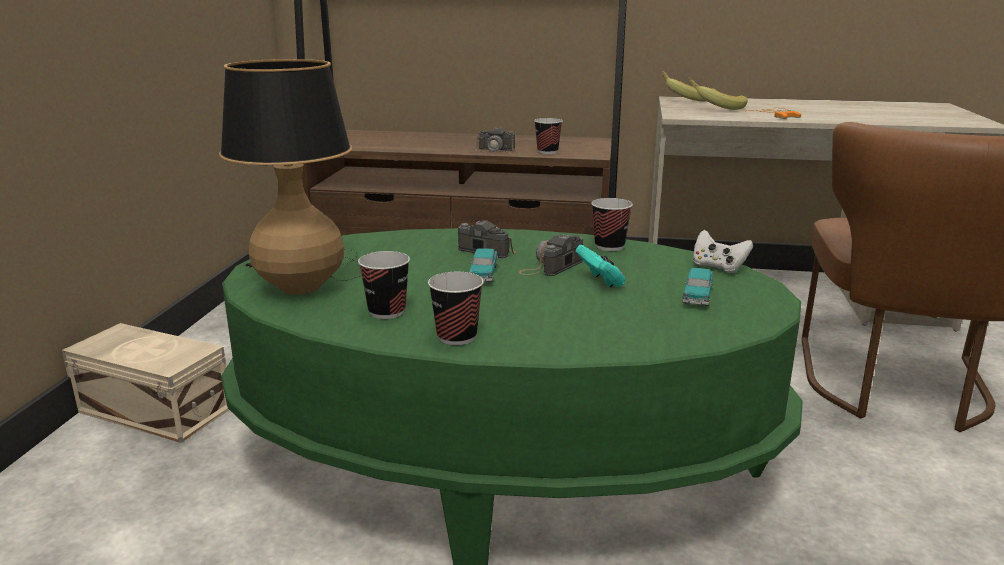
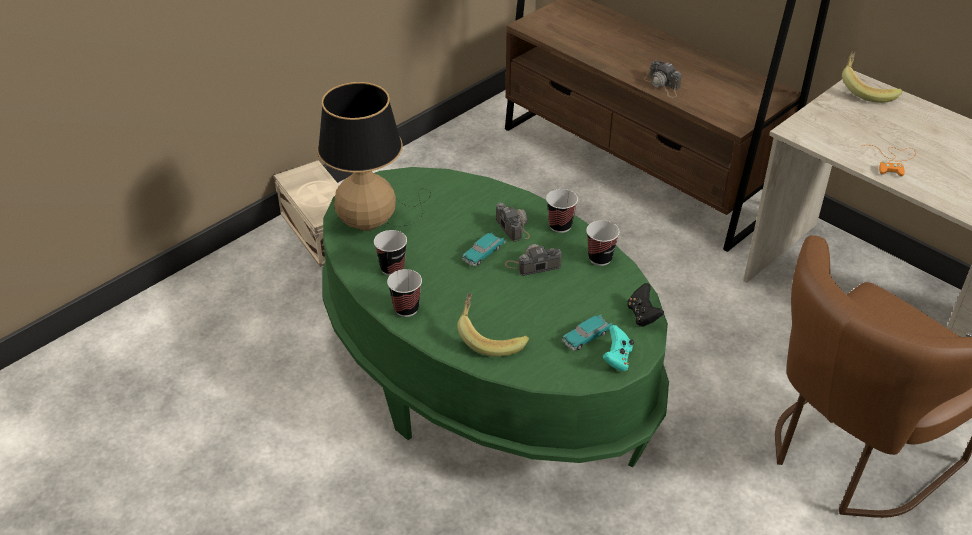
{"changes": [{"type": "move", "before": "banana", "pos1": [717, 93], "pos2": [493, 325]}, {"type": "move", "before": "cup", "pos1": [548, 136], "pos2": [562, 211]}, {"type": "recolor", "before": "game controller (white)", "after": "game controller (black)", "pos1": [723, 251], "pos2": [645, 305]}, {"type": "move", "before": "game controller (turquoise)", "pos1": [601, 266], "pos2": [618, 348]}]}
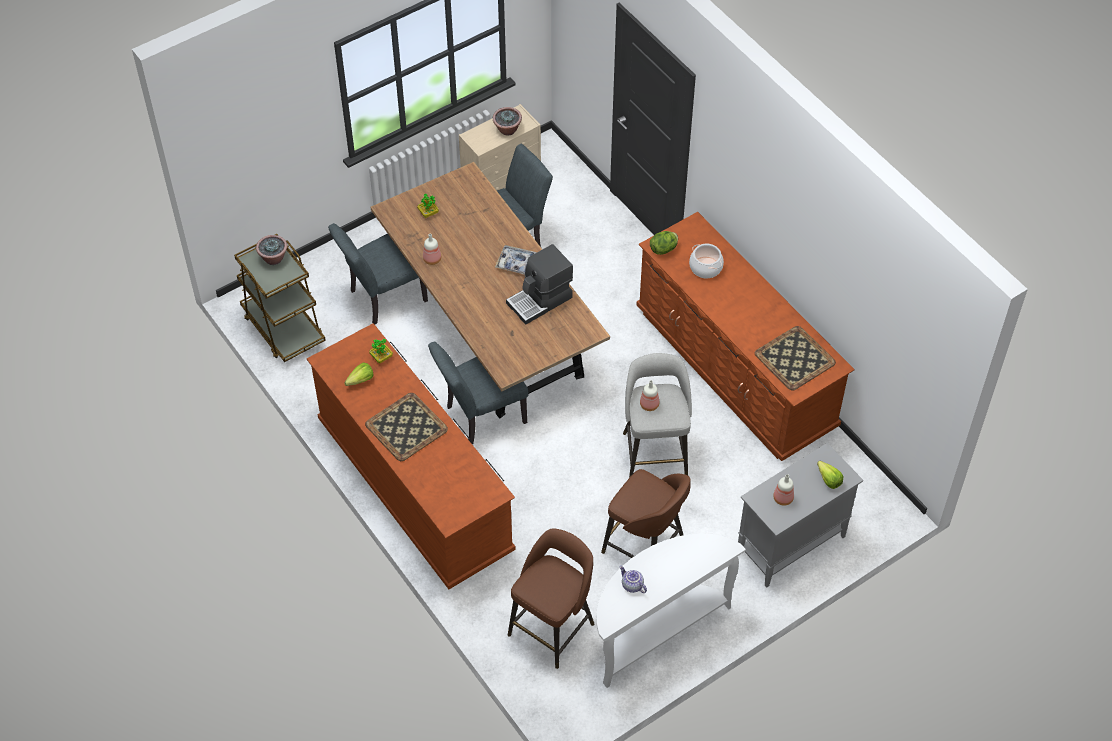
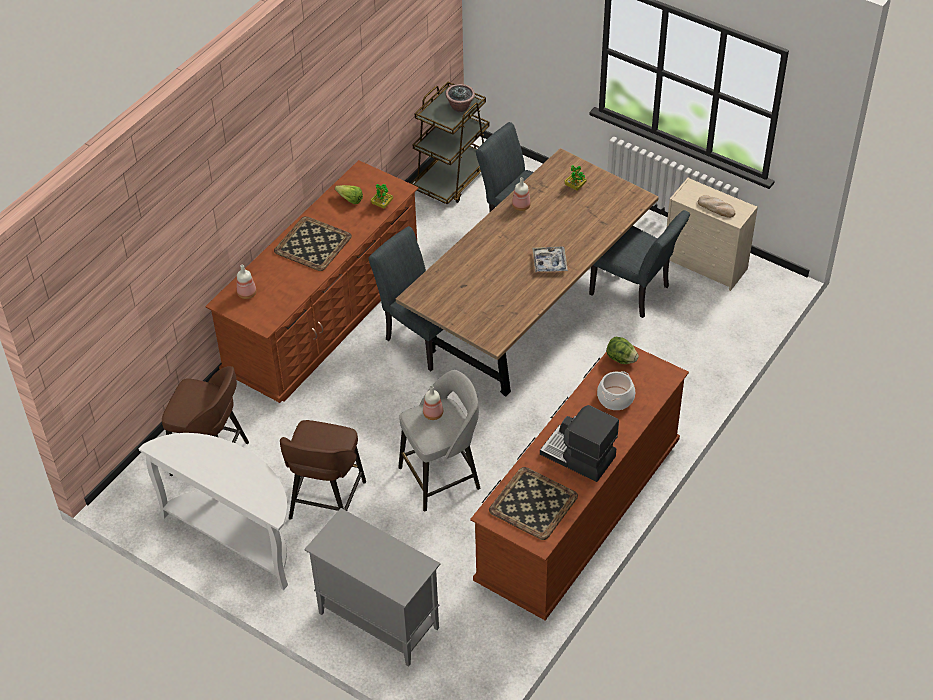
{"changes": [{"type": "replace", "before": "potted plant", "after": "bread", "pos1": [507, 121], "pos2": [716, 206]}, {"type": "move", "before": "coffee machine", "pos1": [539, 284], "pos2": [579, 443]}, {"type": "delete", "before": "lettuce", "pos1": [830, 475]}, {"type": "move", "before": "bottle", "pos1": [783, 490], "pos2": [246, 282]}, {"type": "delete", "before": "teapot", "pos1": [633, 579]}]}
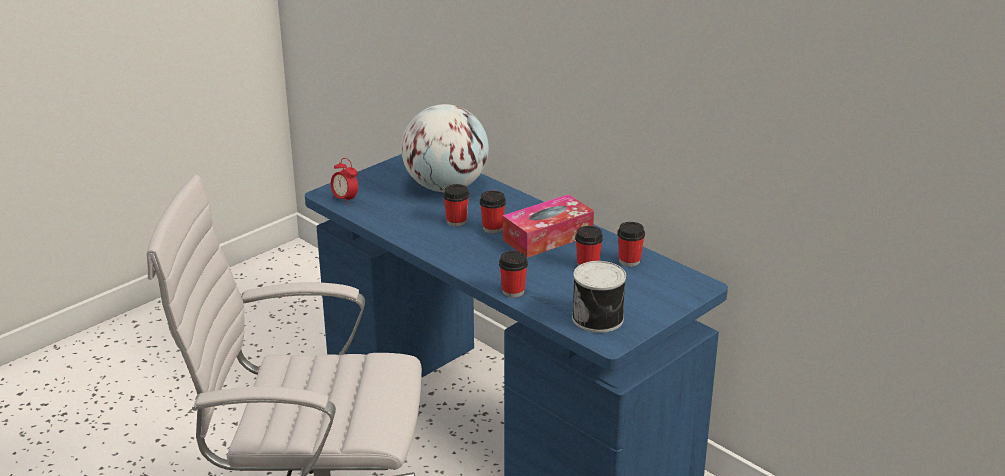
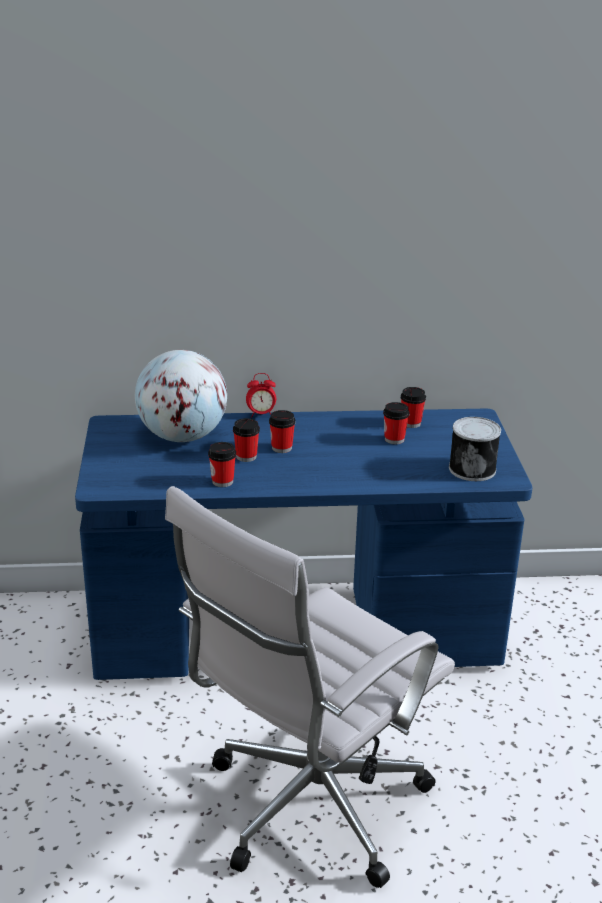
{"changes": [{"type": "move", "before": "alarm clock", "pos1": [344, 181], "pos2": [261, 395]}, {"type": "delete", "before": "tissue box", "pos1": [548, 226]}, {"type": "move", "before": "cup", "pos1": [513, 274], "pos2": [222, 464]}]}
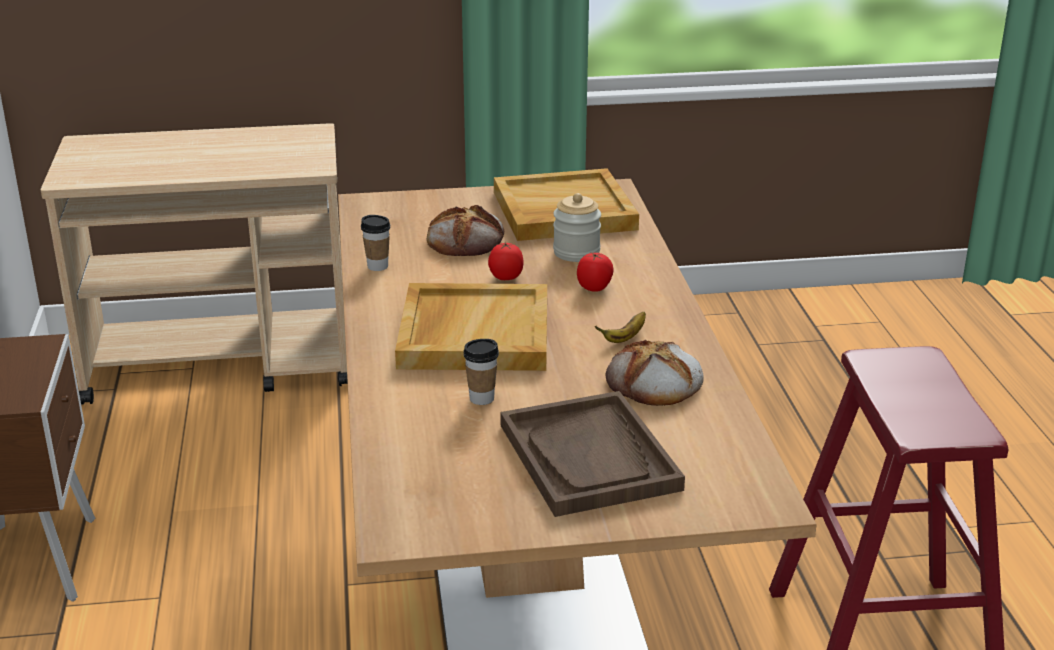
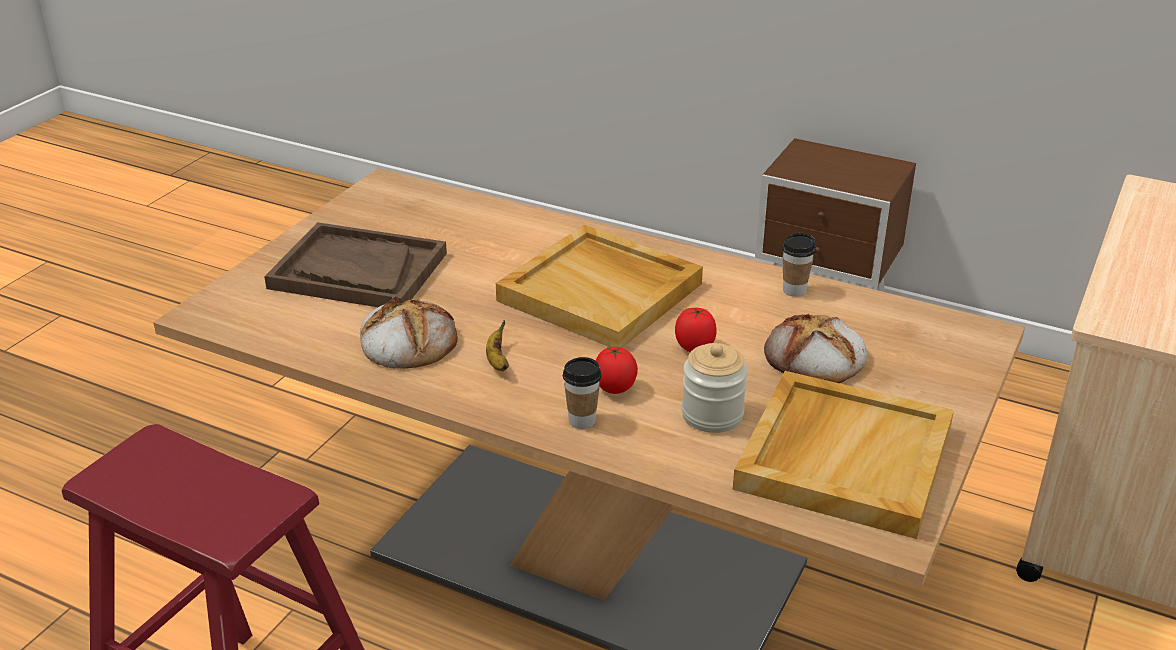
{"changes": [{"type": "move", "before": "cup", "pos1": [481, 372], "pos2": [582, 393]}]}
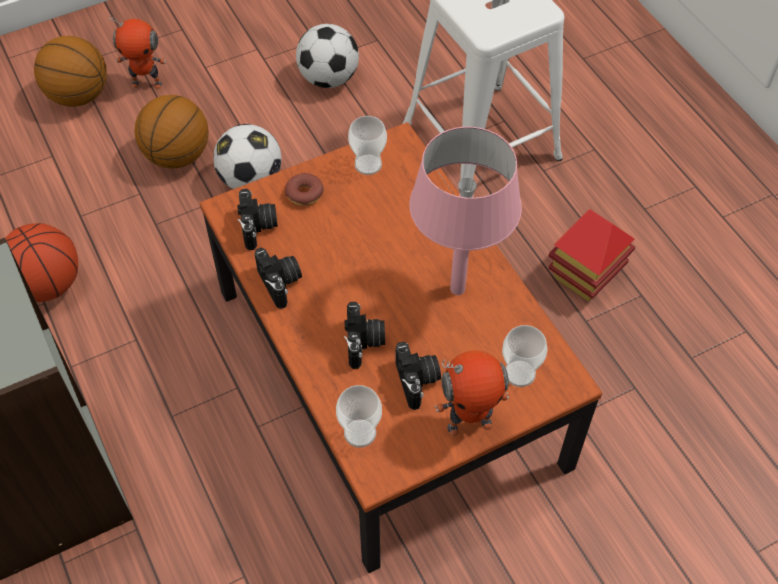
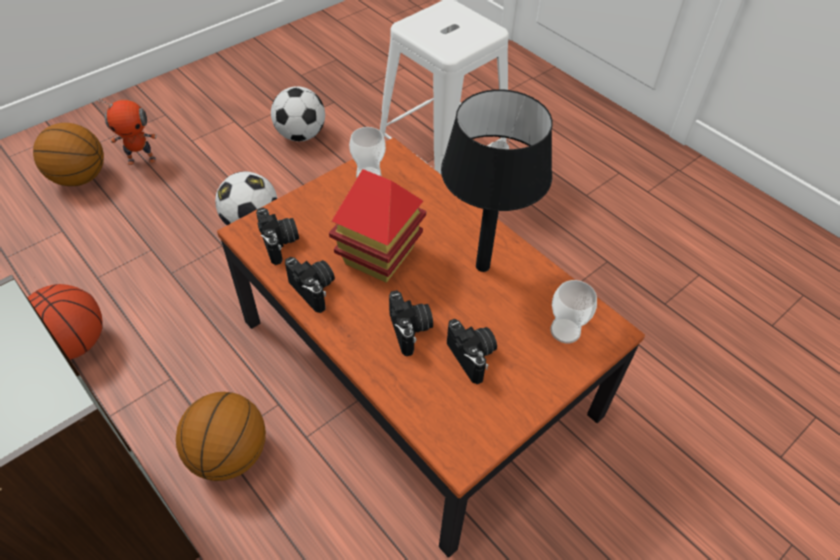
{"changes": [{"type": "move", "before": "basketball", "pos1": [171, 132], "pos2": [221, 436]}, {"type": "recolor", "before": "table lamp (pink)", "after": "table lamp (black)", "pos1": [466, 211], "pos2": [496, 180]}, {"type": "delete", "before": "donut", "pos1": [304, 189]}, {"type": "move", "before": "toy house", "pos1": [591, 255], "pos2": [377, 226]}, {"type": "delete", "before": "toy robot", "pos1": [472, 393]}, {"type": "delete", "before": "cup", "pos1": [359, 416]}]}
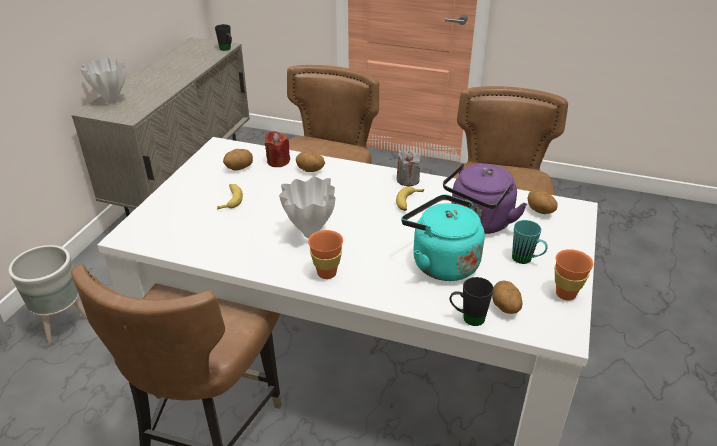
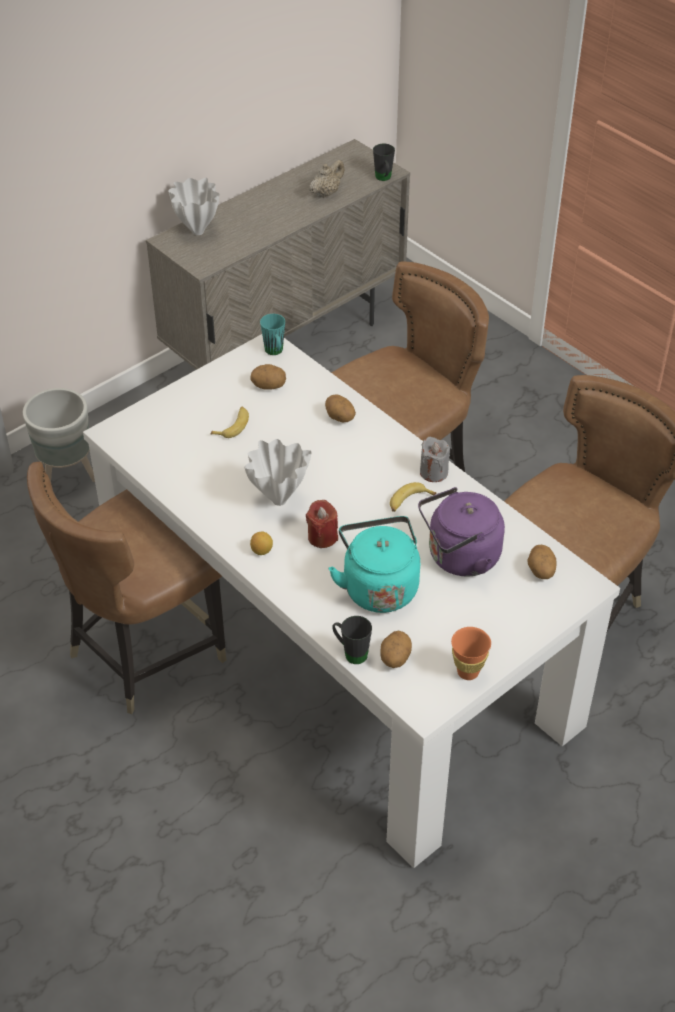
{"changes": [{"type": "move", "before": "candle (red)", "pos1": [277, 149], "pos2": [322, 524]}, {"type": "move", "before": "mug (turquoise)", "pos1": [530, 242], "pos2": [272, 334]}, {"type": "replace", "before": "cup (orange)", "after": "lemon", "pos1": [325, 254], "pos2": [261, 543]}, {"type": "insert", "after": "teapot (beige)", "pos2": [326, 179]}]}
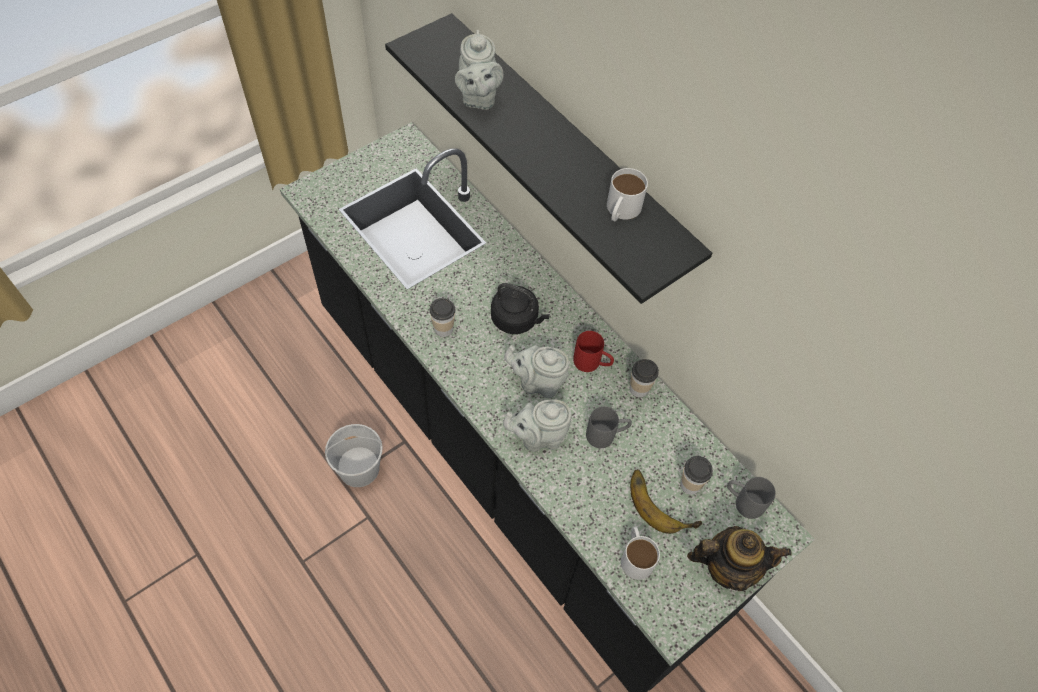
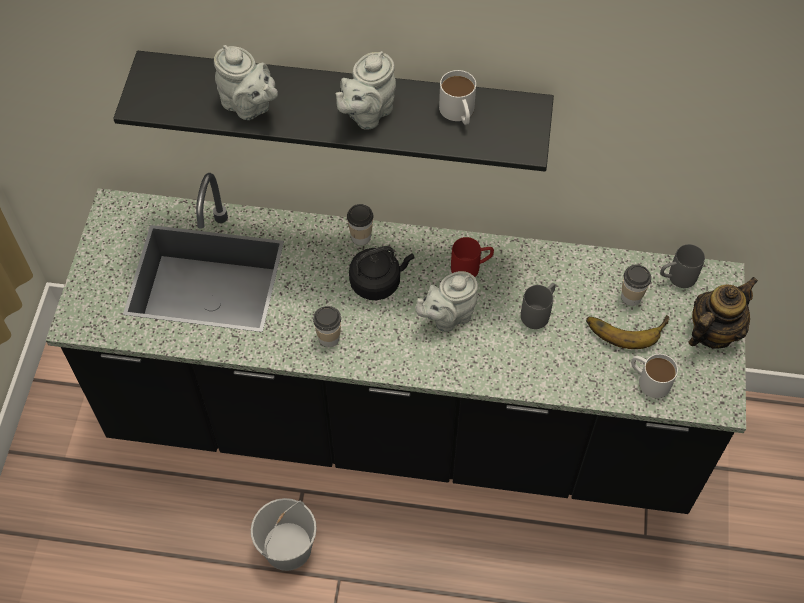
{"changes": [{"type": "move", "before": "cup", "pos1": [644, 378], "pos2": [360, 224]}, {"type": "move", "before": "teapot (grey)", "pos1": [537, 425], "pos2": [366, 90]}]}
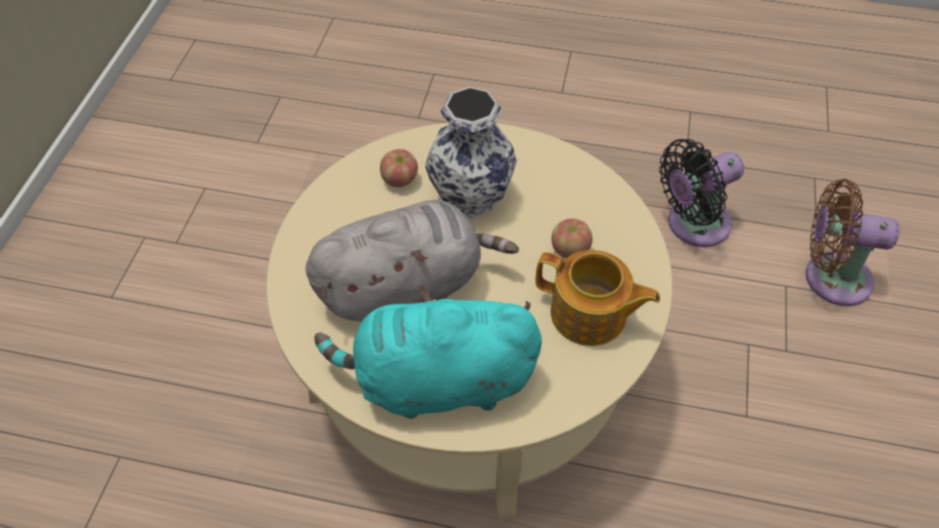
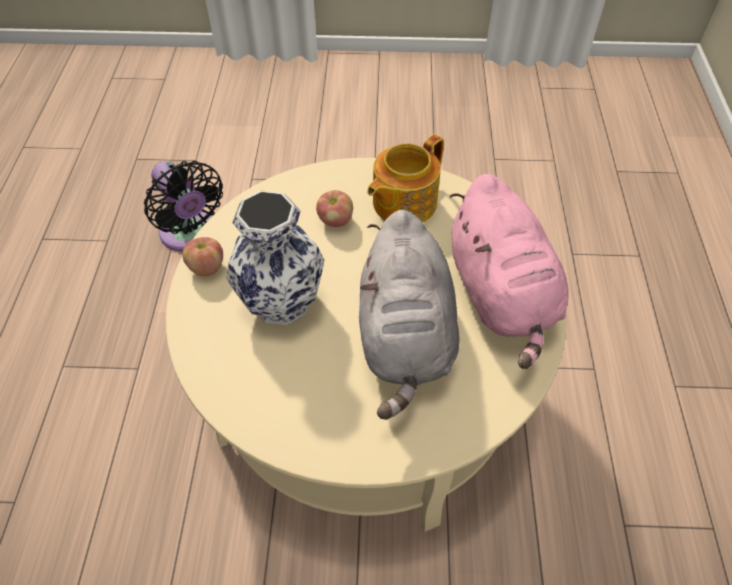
{"changes": [{"type": "move", "before": "apple", "pos1": [399, 168], "pos2": [202, 256]}, {"type": "delete", "before": "fan (brown)", "pos1": [853, 242]}, {"type": "rotate", "before": "plush toy (grey)", "pos1": [412, 260], "pos2": [409, 315], "turn": -150}, {"type": "rotate", "before": "teapot", "pos1": [598, 298], "pos2": [405, 178], "turn": -150}, {"type": "recolor", "before": "plush toy (turquoise)", "after": "plush toy (pink)", "pos1": [428, 352], "pos2": [509, 271]}]}
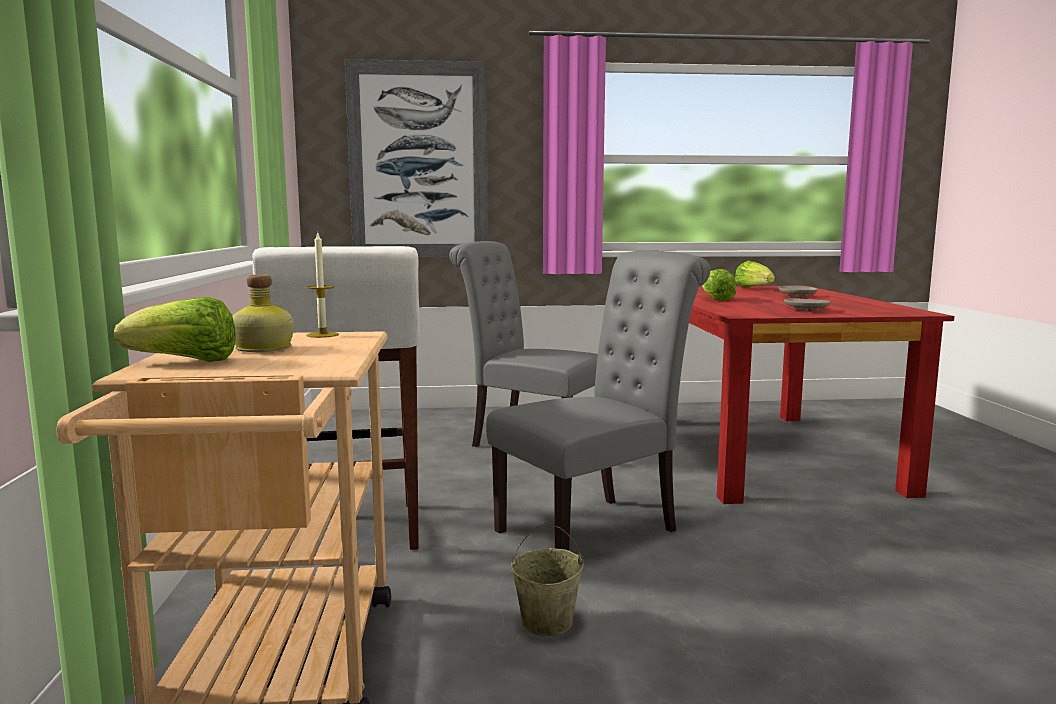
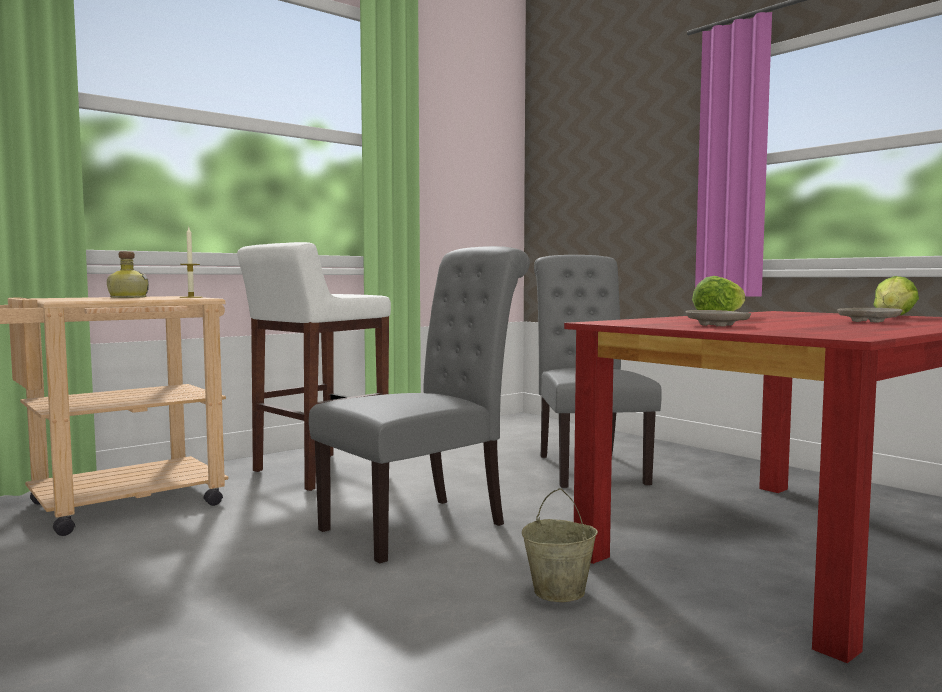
{"changes": [{"type": "delete", "before": "picture", "pos1": [416, 158]}, {"type": "rotate", "before": "chair (grey)", "pos1": [598, 401], "pos2": [419, 405], "turn": -60}, {"type": "delete", "before": "lettuce", "pos1": [175, 329]}, {"type": "move", "before": "bucket (beige)", "pos1": [547, 579], "pos2": [560, 545]}]}
